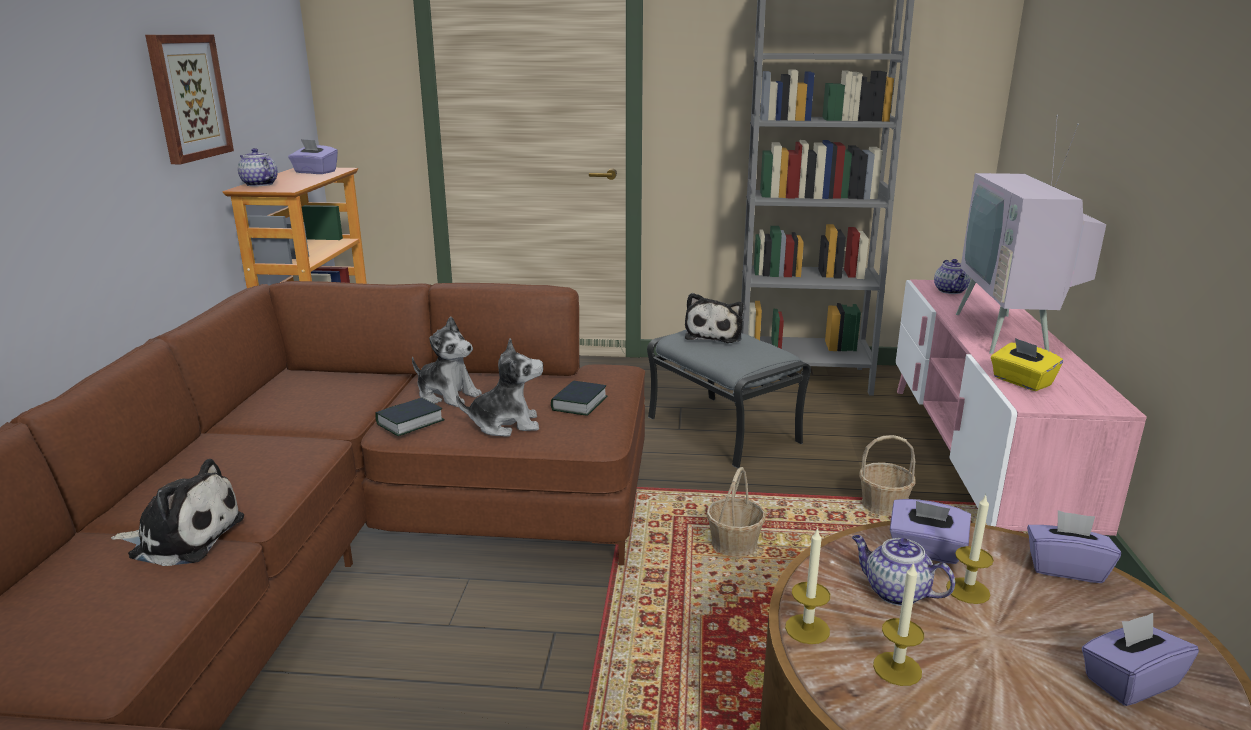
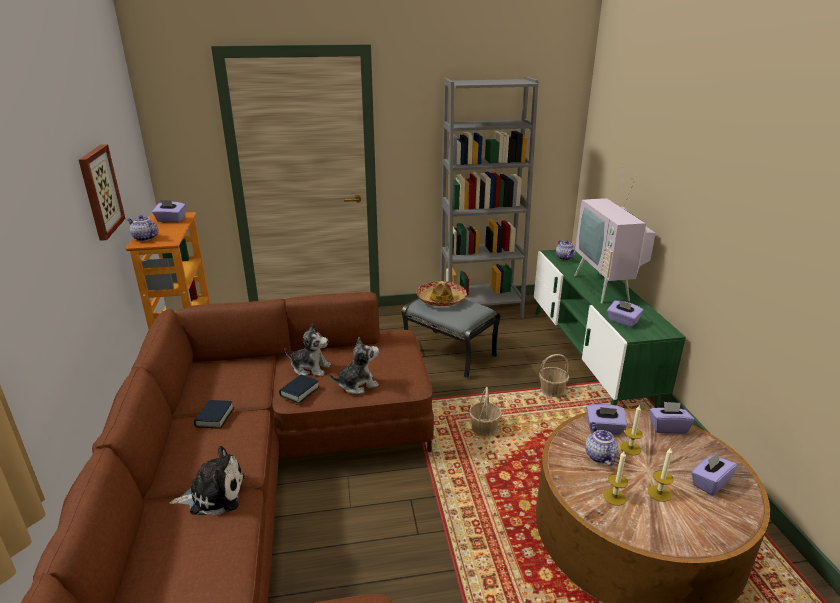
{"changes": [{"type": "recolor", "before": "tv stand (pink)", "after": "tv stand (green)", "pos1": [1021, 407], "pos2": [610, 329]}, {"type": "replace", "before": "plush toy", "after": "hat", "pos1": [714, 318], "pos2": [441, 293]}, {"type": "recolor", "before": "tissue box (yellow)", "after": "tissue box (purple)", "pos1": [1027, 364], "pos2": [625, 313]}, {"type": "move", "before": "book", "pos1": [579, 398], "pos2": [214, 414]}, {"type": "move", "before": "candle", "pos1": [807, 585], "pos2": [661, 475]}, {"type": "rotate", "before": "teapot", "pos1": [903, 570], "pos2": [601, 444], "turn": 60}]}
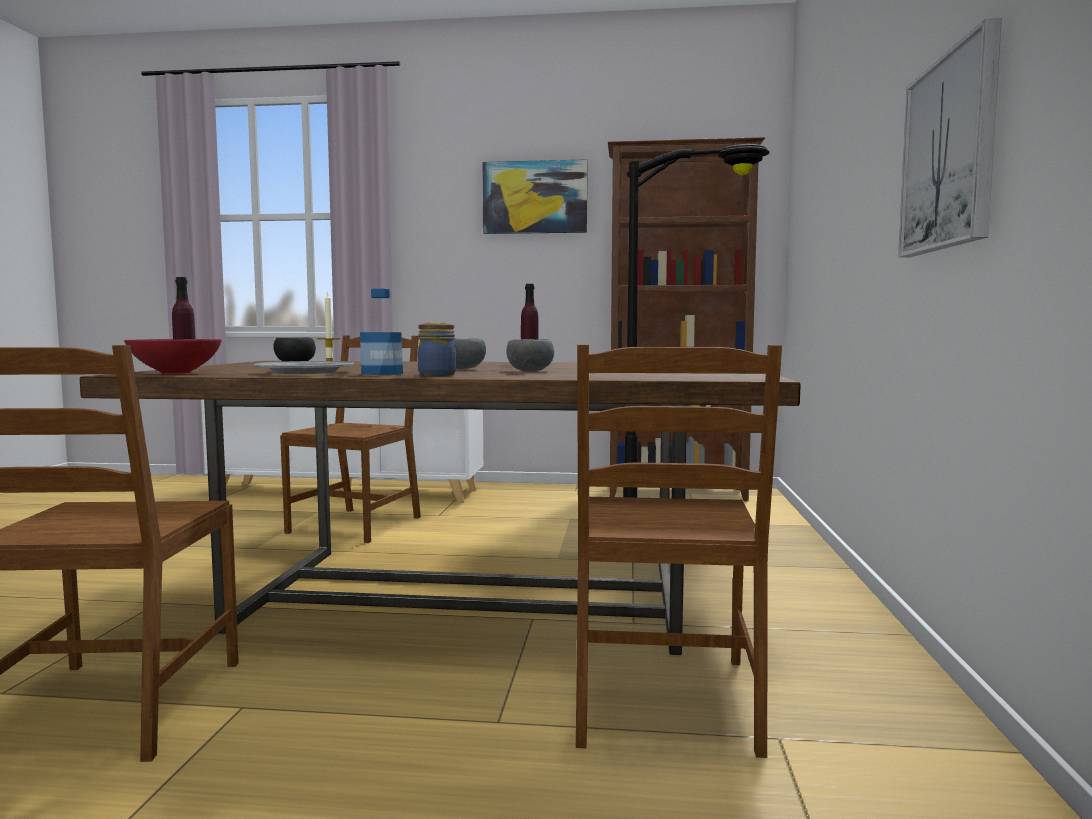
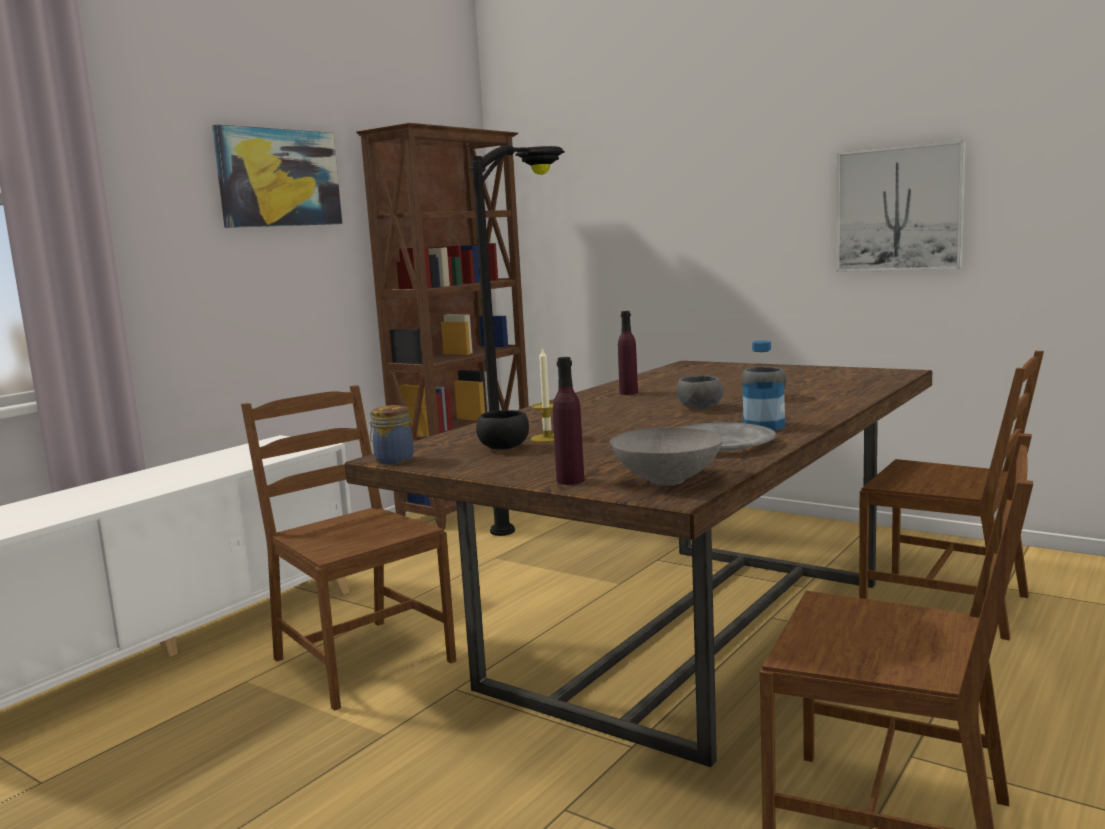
{"changes": [{"type": "move", "before": "jar", "pos1": [437, 349], "pos2": [391, 434]}, {"type": "recolor", "before": "bowl (red)", "after": "bowl (grey)", "pos1": [173, 356], "pos2": [666, 456]}]}
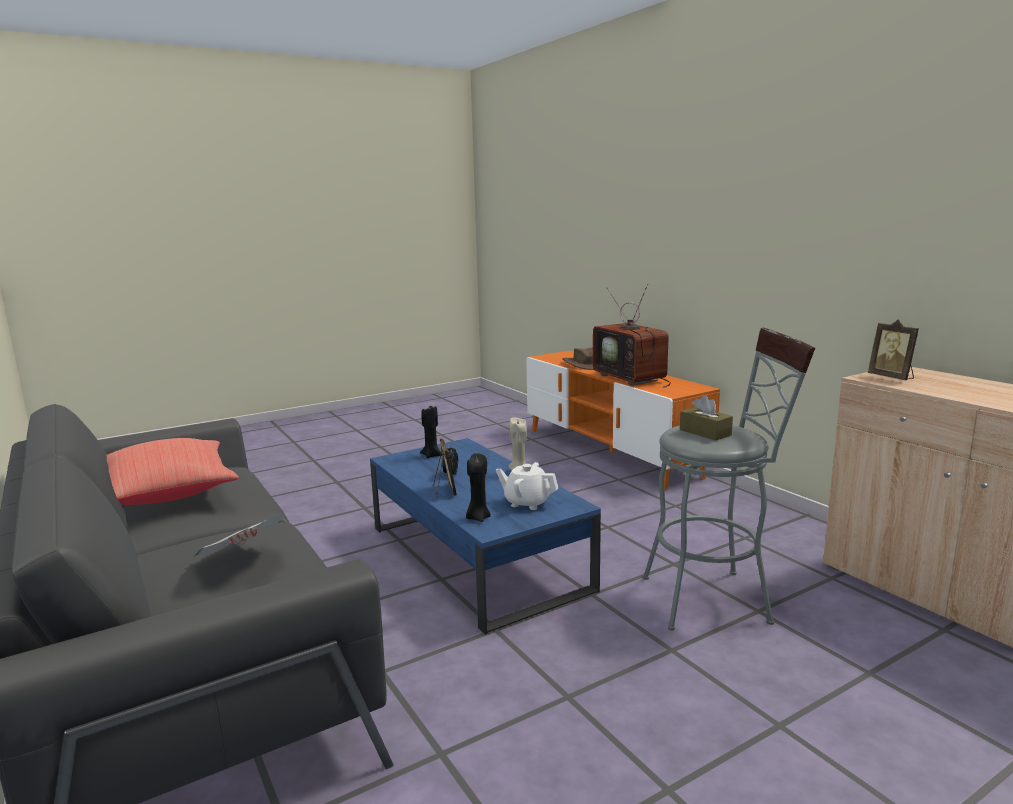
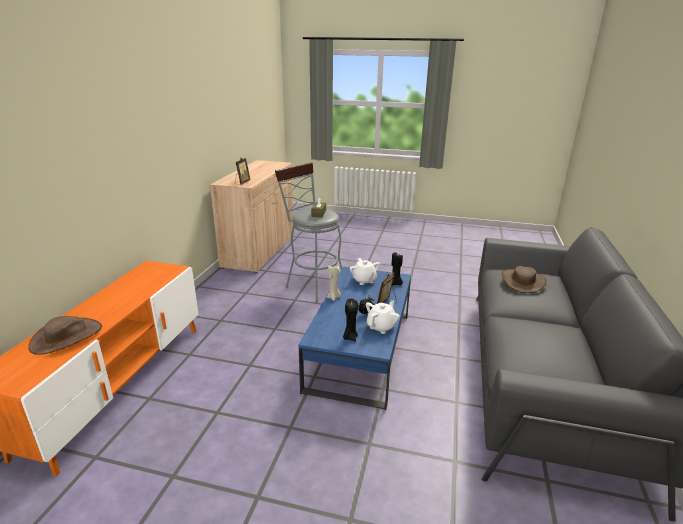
{"changes": [{"type": "delete", "before": "television", "pos1": [632, 336]}, {"type": "delete", "before": "pillow (red)", "pos1": [173, 471]}, {"type": "replace", "before": "newspaper", "after": "hat (brown)", "pos1": [238, 536], "pos2": [524, 279]}, {"type": "insert", "after": "teapot (white)", "pos2": [383, 317]}]}
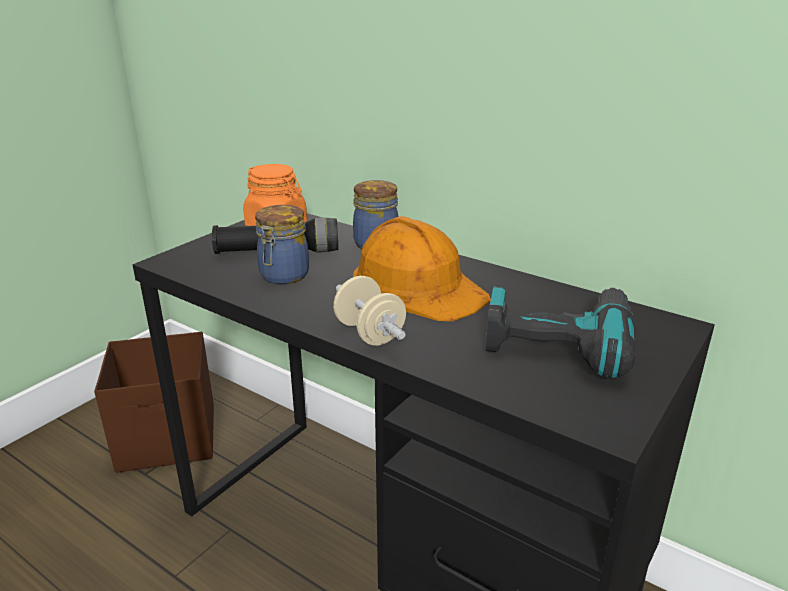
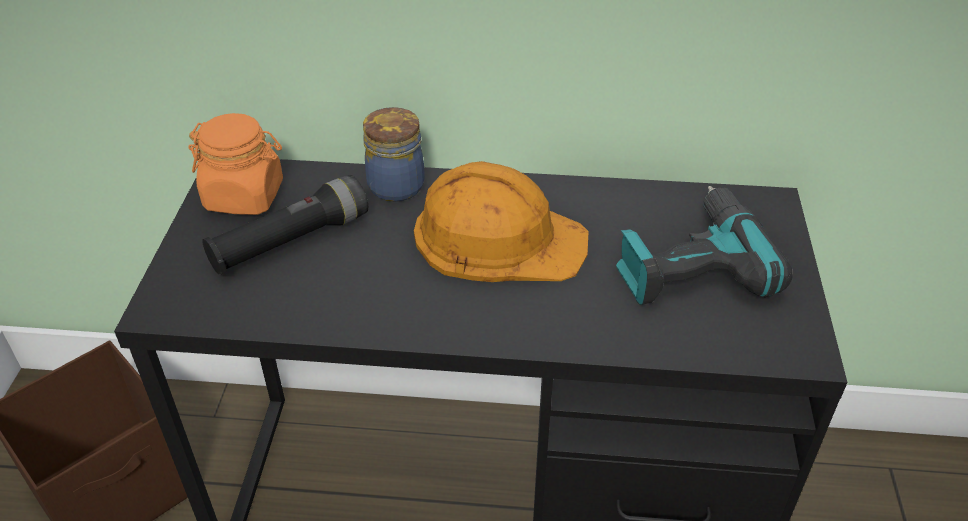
{"changes": [{"type": "delete", "before": "jar", "pos1": [282, 244]}, {"type": "delete", "before": "dumbbell (beige)", "pos1": [369, 311]}]}
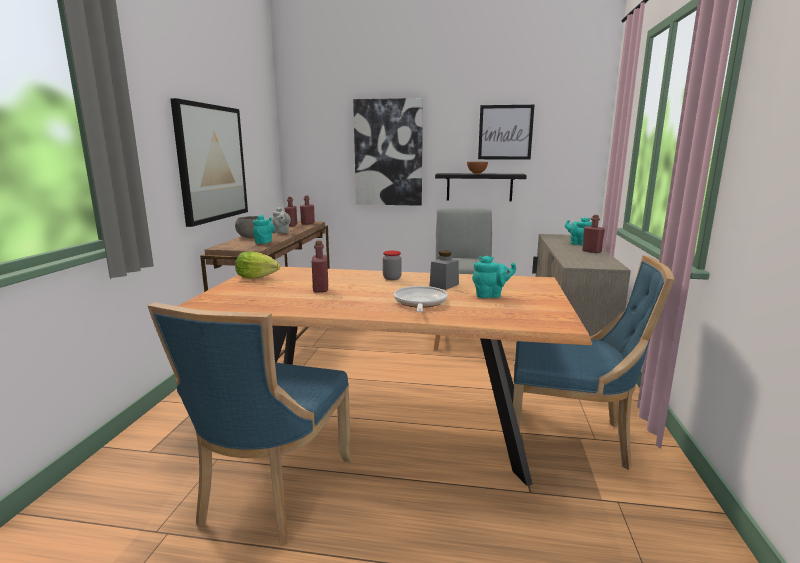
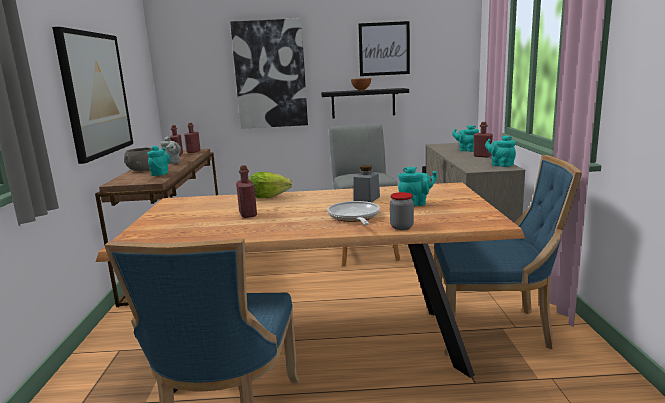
{"changes": [{"type": "move", "before": "lettuce", "pos1": [257, 265], "pos2": [270, 185]}, {"type": "move", "before": "jar", "pos1": [392, 265], "pos2": [402, 211]}, {"type": "insert", "after": "teapot (turquoise)", "pos2": [500, 151]}]}
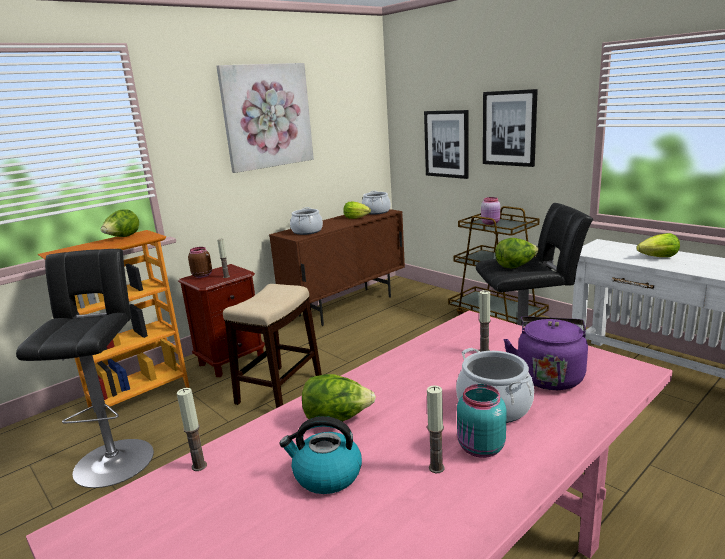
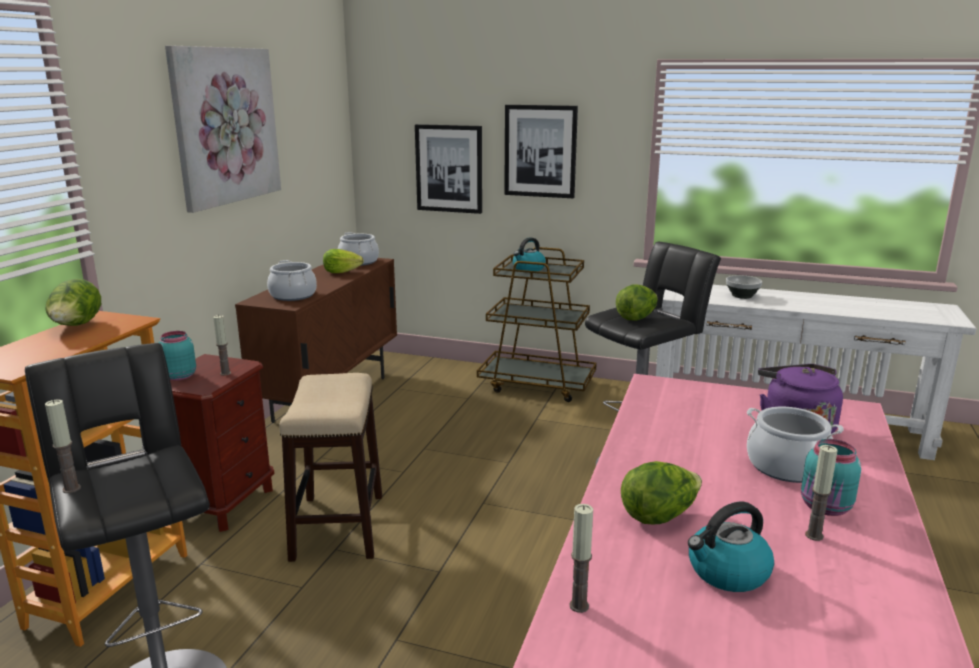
{"changes": [{"type": "replace", "before": "jar (pink)", "after": "kettle", "pos1": [490, 211], "pos2": [529, 254]}, {"type": "replace", "before": "lettuce", "after": "bowl", "pos1": [658, 245], "pos2": [744, 287]}, {"type": "recolor", "before": "jar (brown)", "after": "jar (turquoise)", "pos1": [200, 262], "pos2": [177, 356]}, {"type": "move", "before": "candle", "pos1": [485, 321], "pos2": [63, 446]}]}
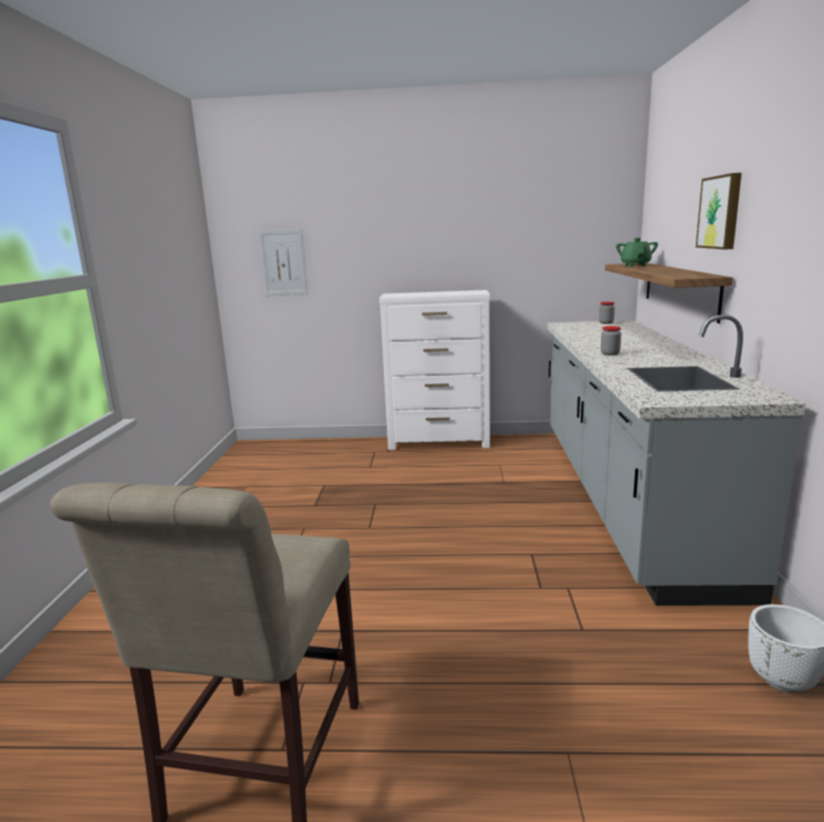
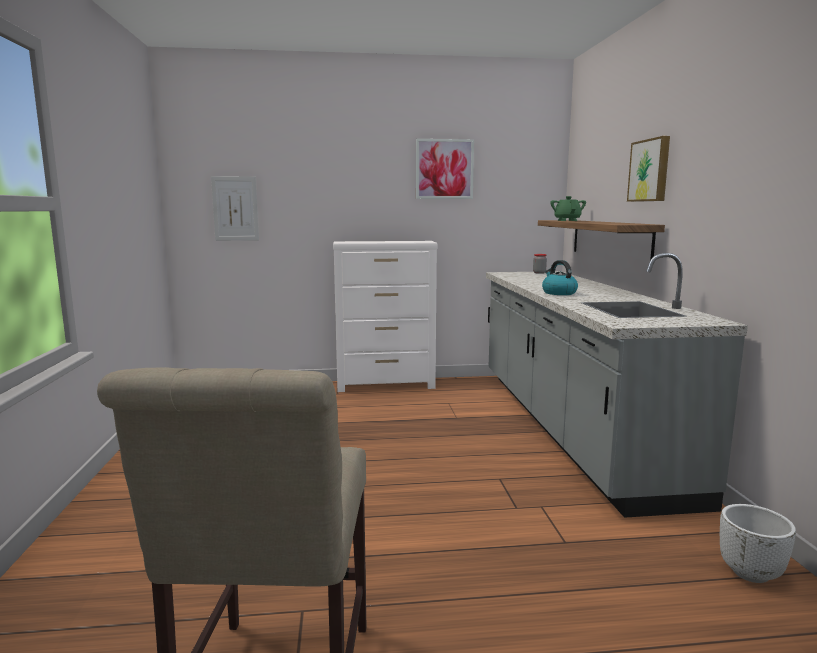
{"changes": [{"type": "replace", "before": "jar", "after": "kettle", "pos1": [611, 341], "pos2": [560, 277]}, {"type": "insert", "after": "picture", "pos2": [445, 169]}]}
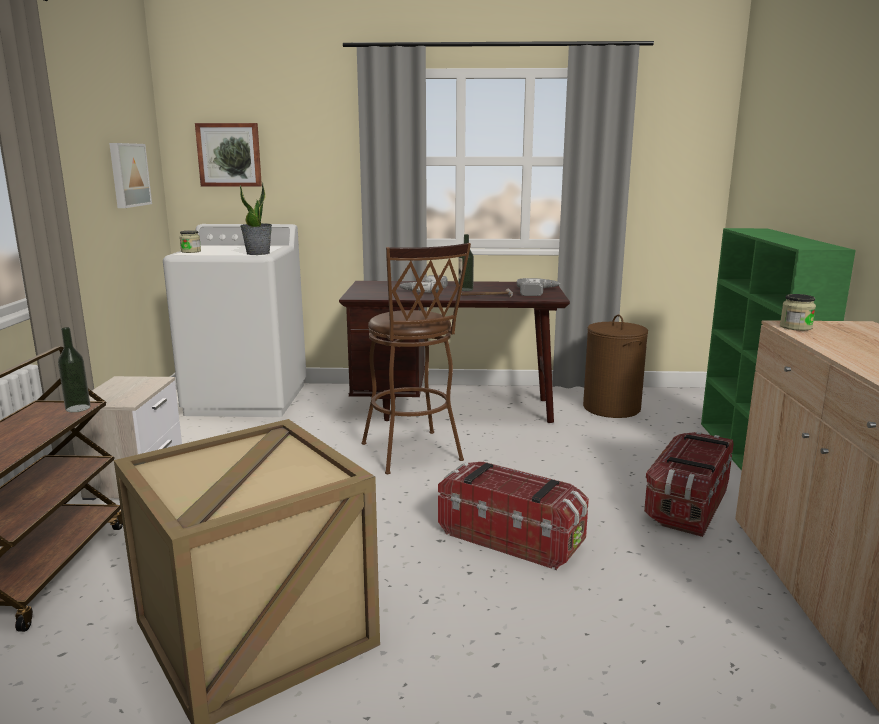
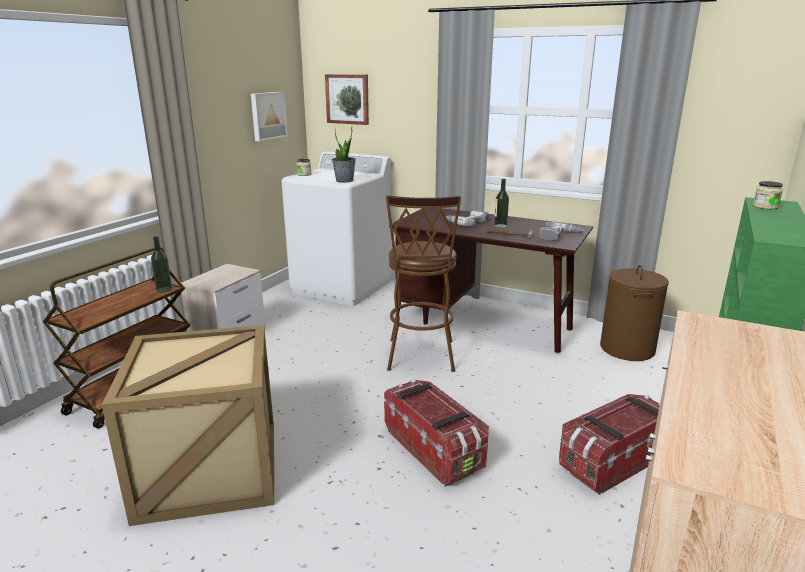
{"changes": [{"type": "move", "before": "jar", "pos1": [798, 312], "pos2": [768, 195]}]}
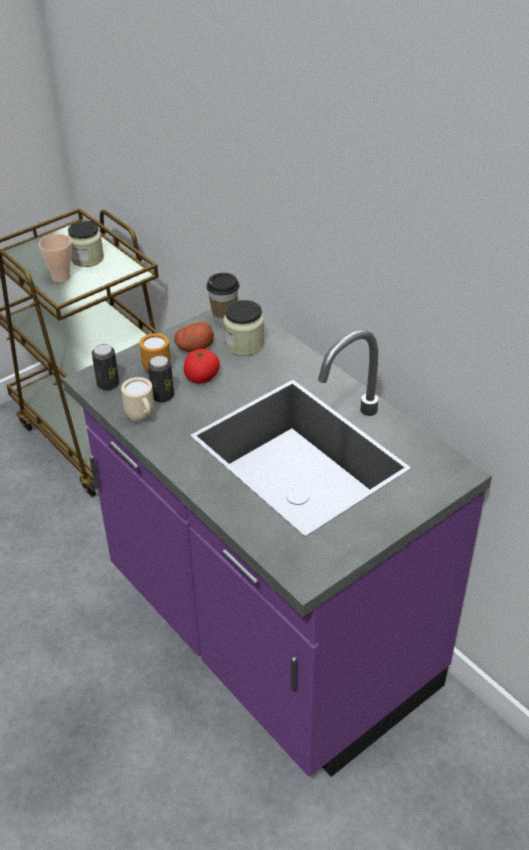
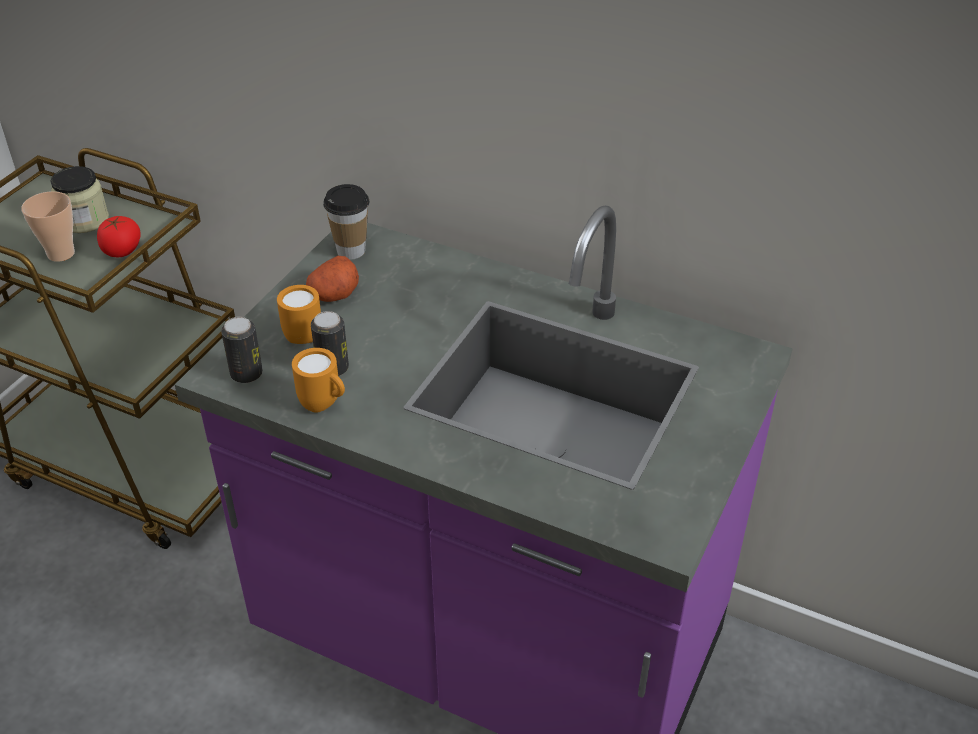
{"changes": [{"type": "delete", "before": "jar", "pos1": [243, 328]}, {"type": "move", "before": "tomato", "pos1": [202, 366], "pos2": [119, 236]}, {"type": "recolor", "before": "mug (beige)", "after": "mug (orange)", "pos1": [137, 399], "pos2": [318, 380]}]}
